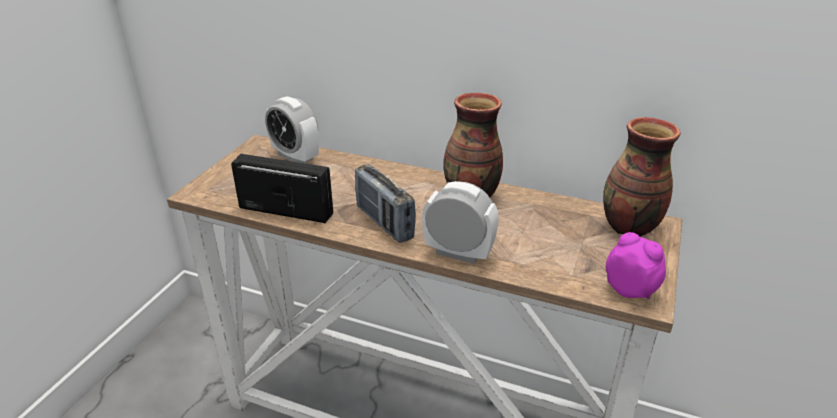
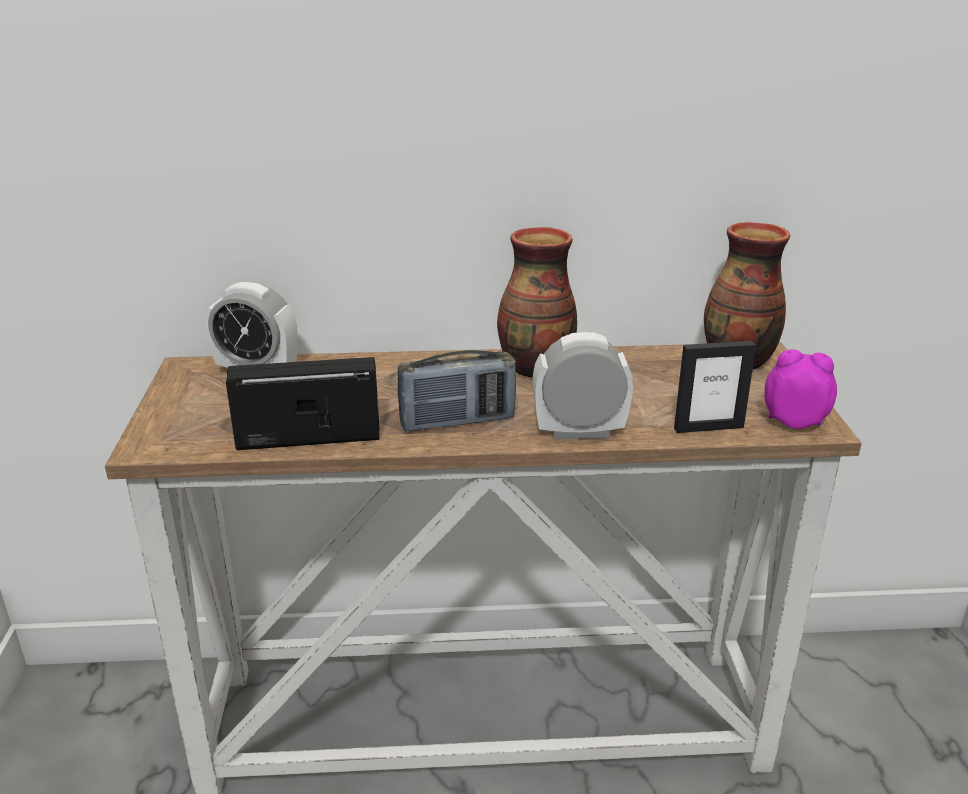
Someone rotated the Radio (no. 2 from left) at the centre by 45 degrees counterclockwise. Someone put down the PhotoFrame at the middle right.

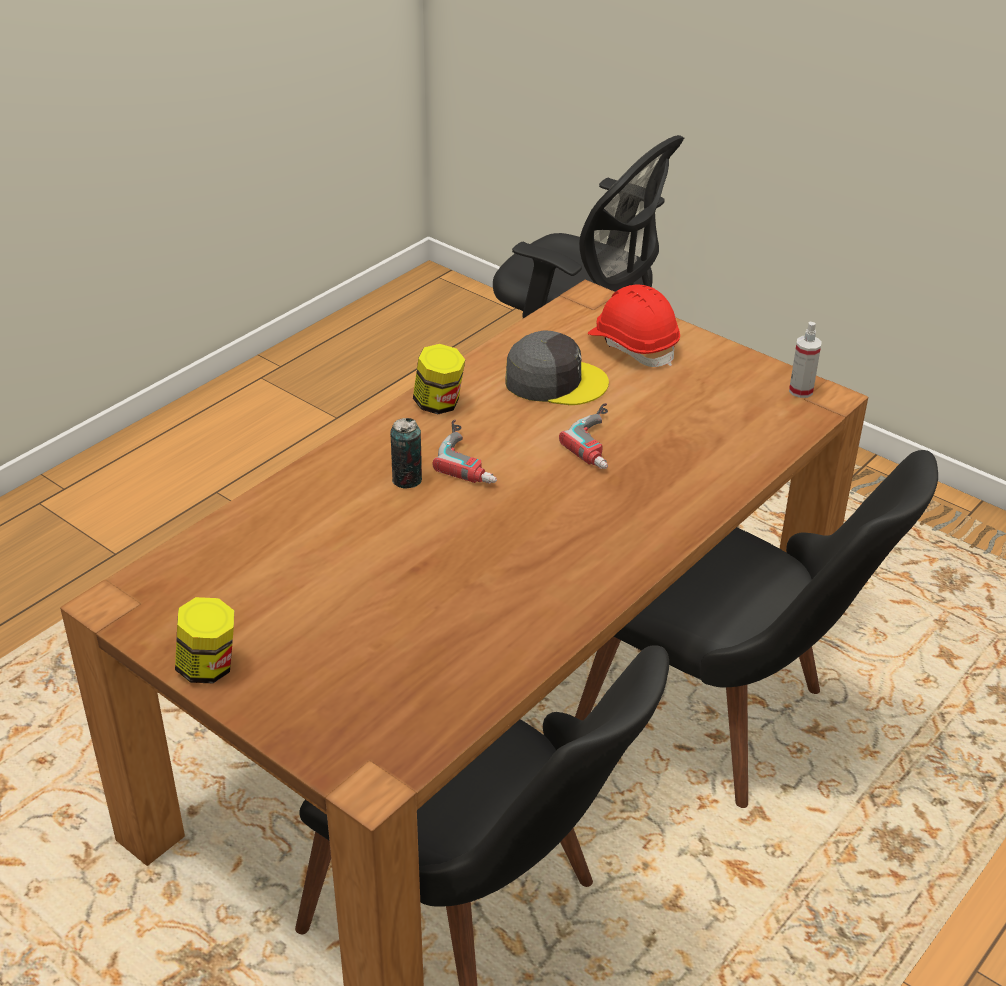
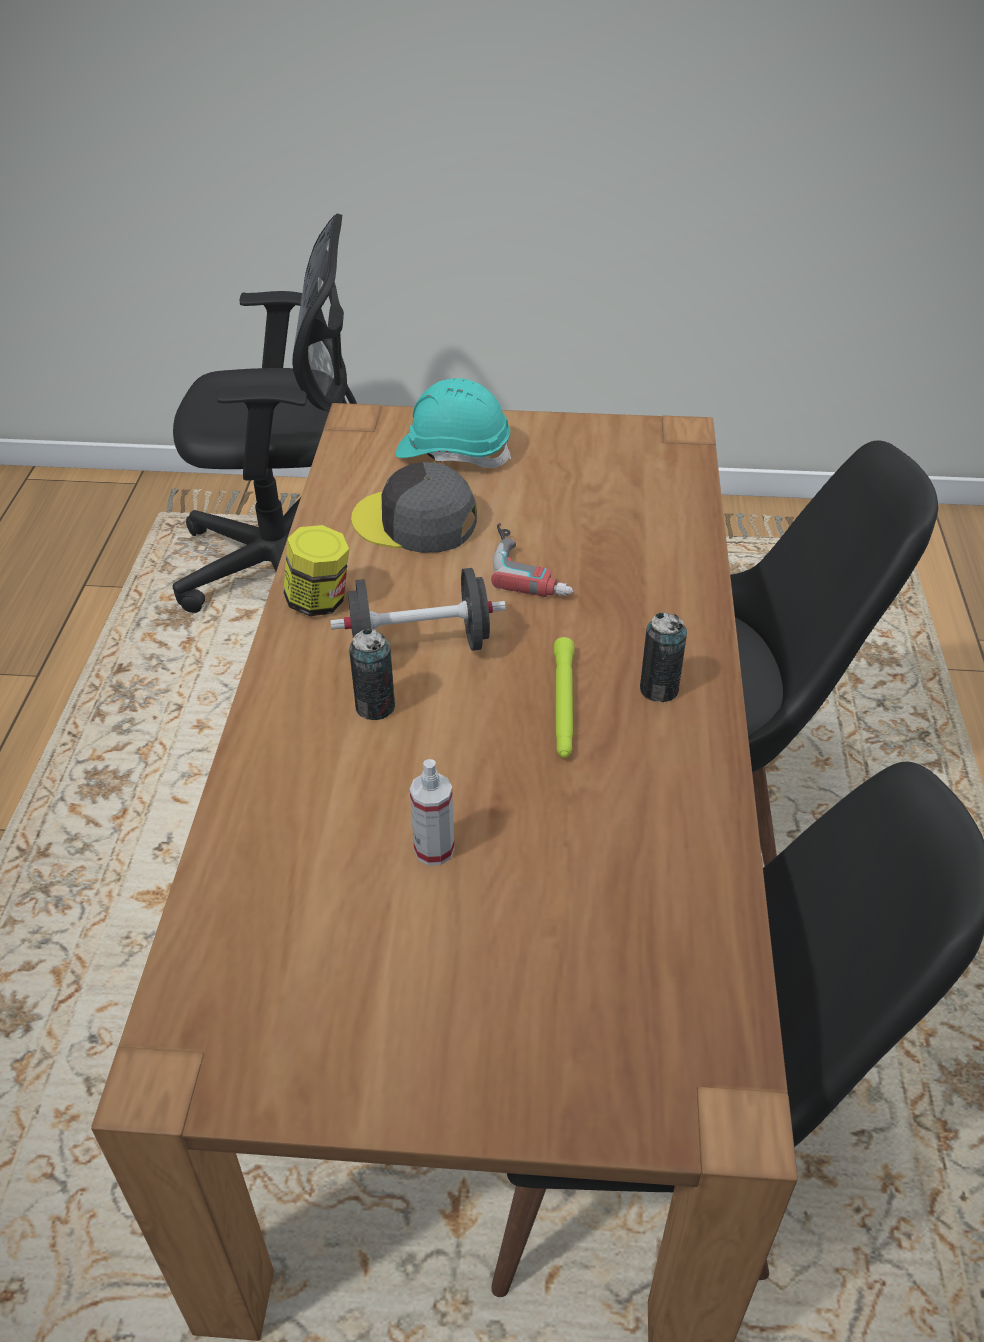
Someone swapped the ElectricDrill (no. 1 from left) at the centre for the BlackHandWeight at the centre. Someone rotated the GreyishBaseballCap at the centre by 135 degrees counterclockwise. Someone repainted the RedColouredHardHat at the top centre, which became the BlueGreenHardHat at the top centre. Someone carried the Sprayer from the middle right to the centre. Someone put down the GreenColouredTorch at the centre. Someone put down the Can (no. 2 from left) at the middle right. Someone took away the PreserveJar (no. 1 from left) at the middle left.

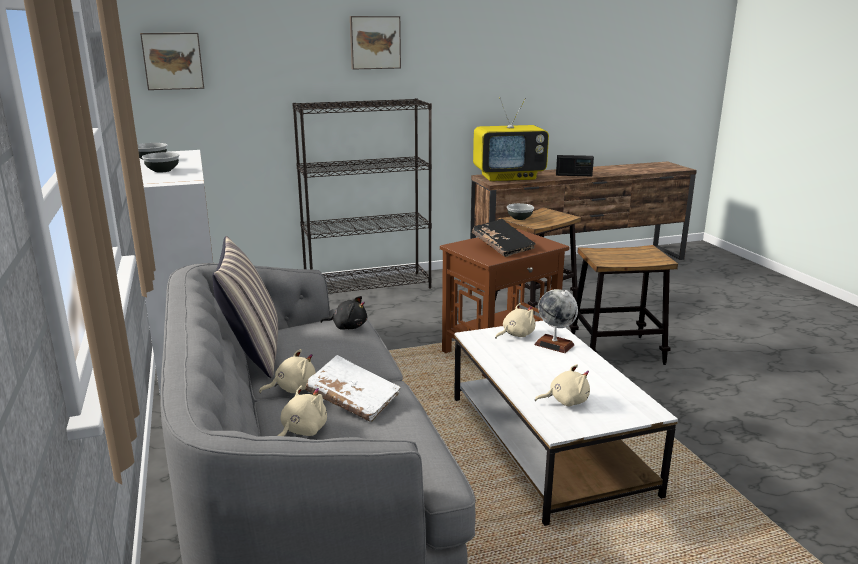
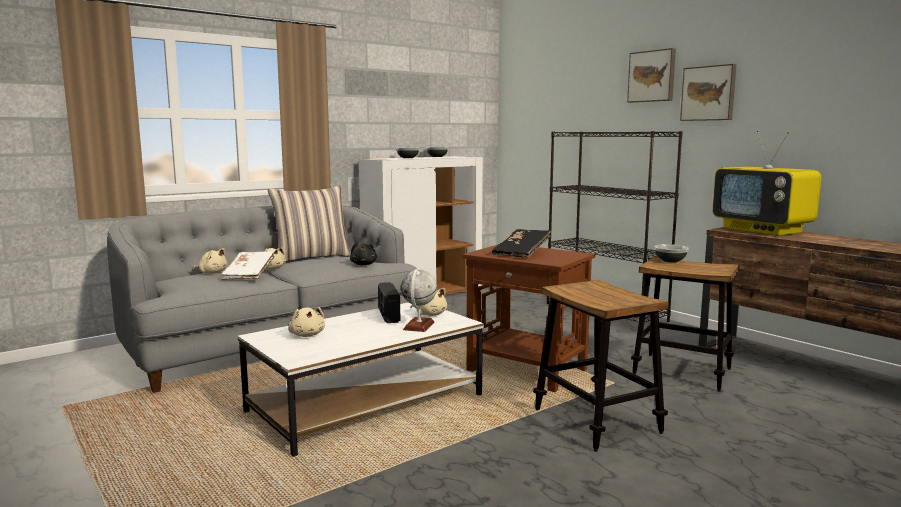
Someone carried the Radio from the top right to the centre. Someone carried the Picture (no. 1 from left in the first image) from the top left to the top right.

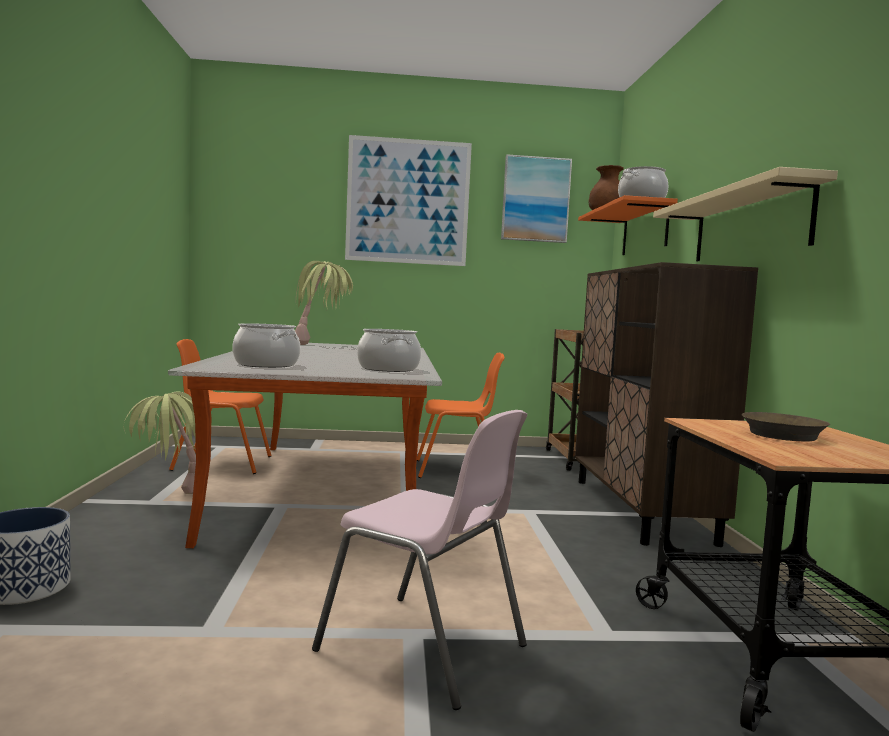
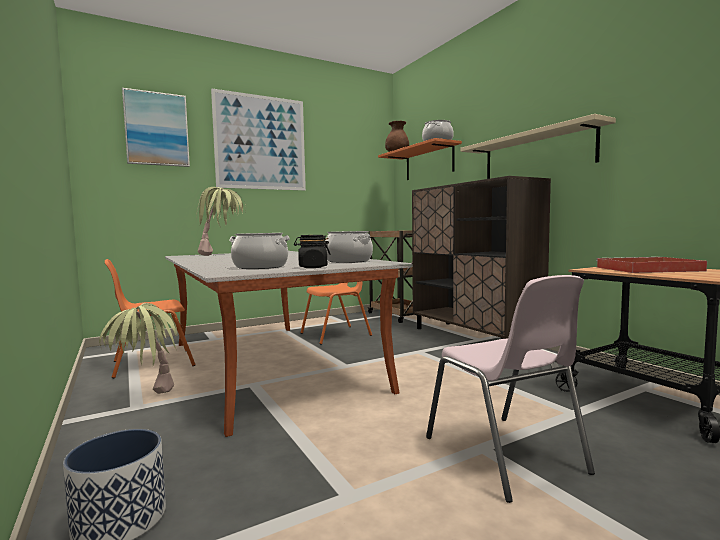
Someone carried the Picture (no. 2 from left in the first image) from the top centre to the top left. Someone put down the BlackPreserveJar at the centre. Someone rotated the PinkishChair at the bottom centre by 60 degrees clockwise. Someone swapped the BrownishSkillet at the middle right for the RedColouredTray at the middle right.

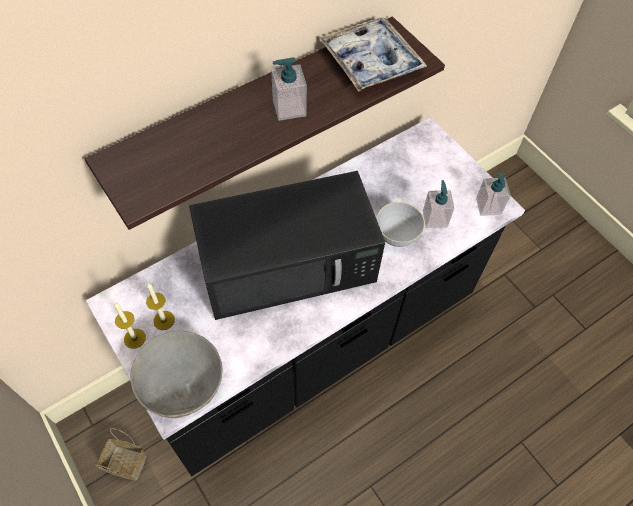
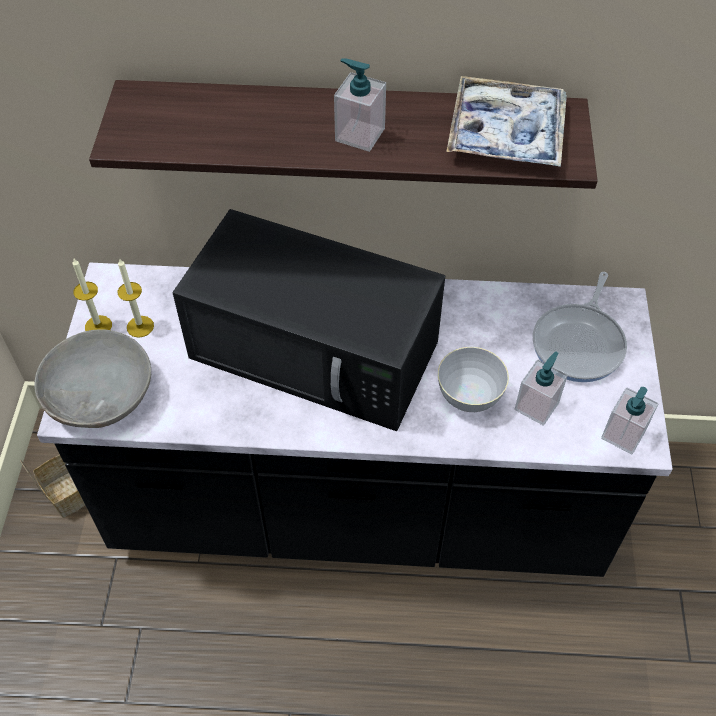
Someone put down the Skillet at the middle right.

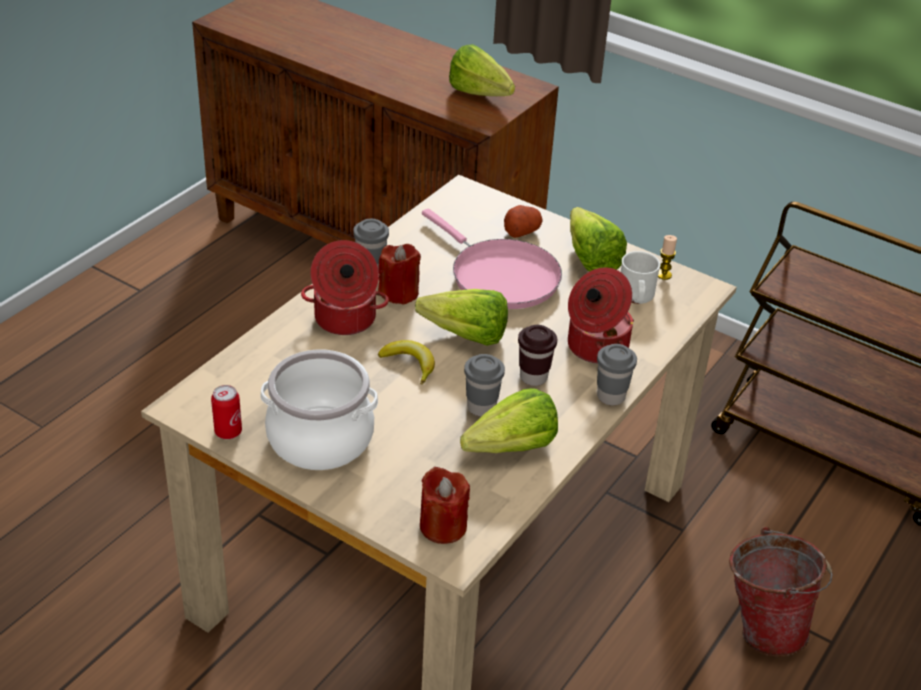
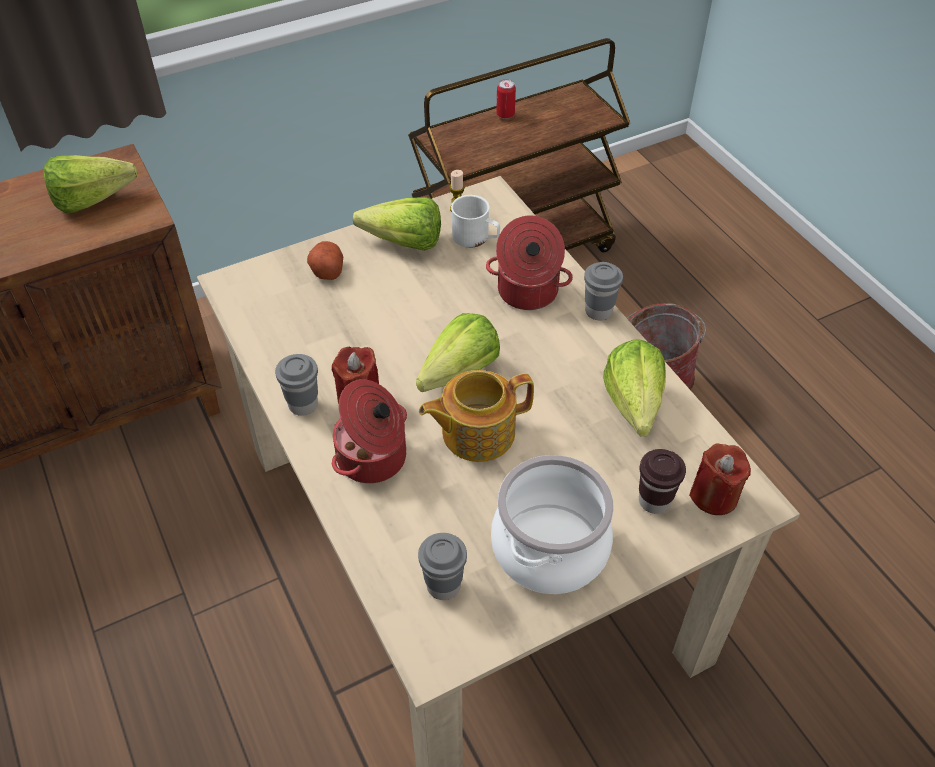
Someone carried the GreyishCup (no. 2 from left) from the centre to the bottom centre. Someone swapped the BananaFruit at the centre for the Teapot at the centre. Someone carried the Can from the middle left to the top centre. Someone carried the BrownishCup from the centre to the middle right. Someone took away the PinkishSkillet at the centre.

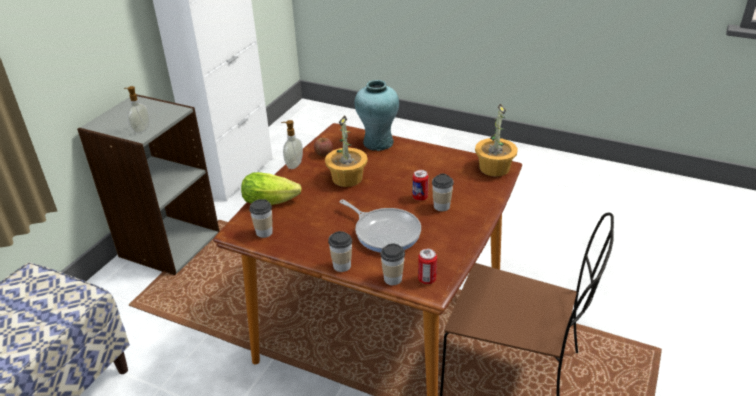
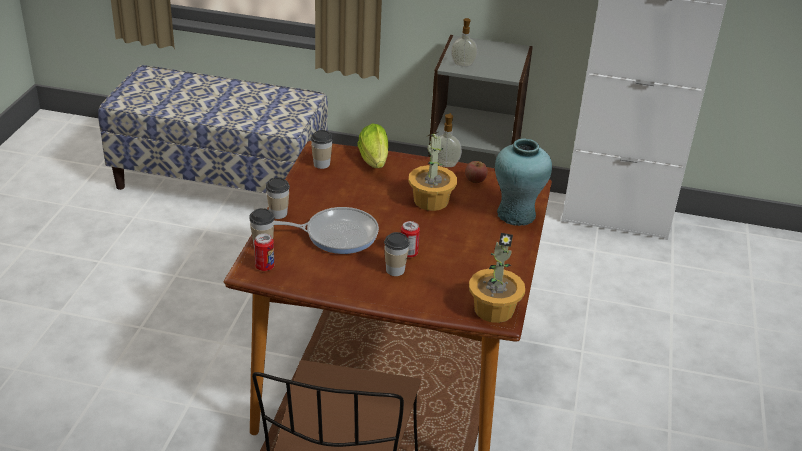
Someone rotated the Skillet at the centre by 120 degrees counterclockwise.

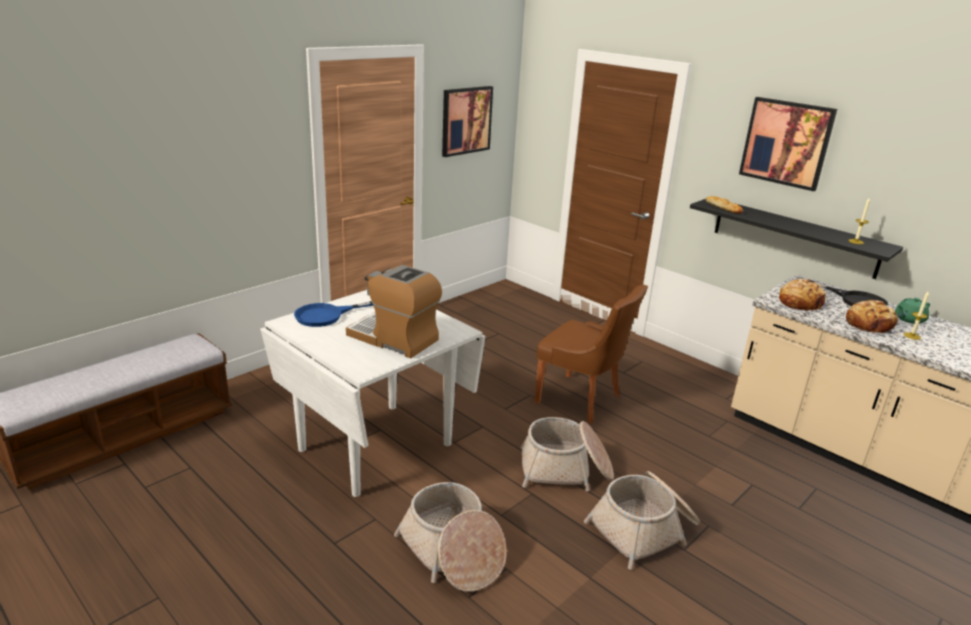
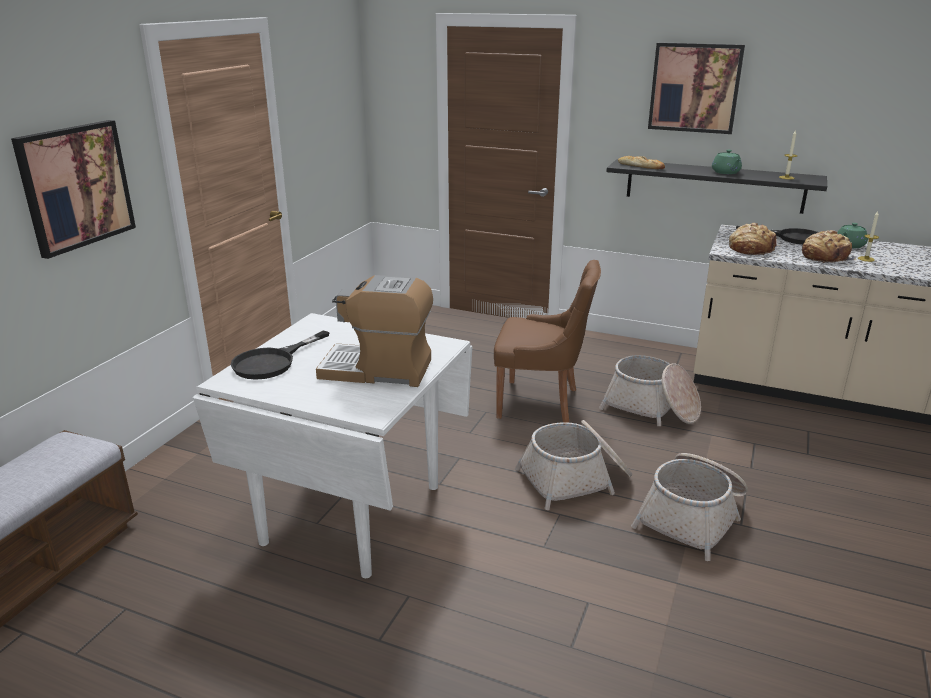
Someone carried the Picture (no. 1 from left) from the top centre to the top left. Someone repainted the BlueSkillet at the centre, which became the BlackSkillet (no. 1 from left) at the middle left. Someone carried the HouseholdBasket (no. 1 from left in the first image) from the bottom centre to the middle right. Someone put down the GreenColouredTeapot (no. 1 from left) at the top right.

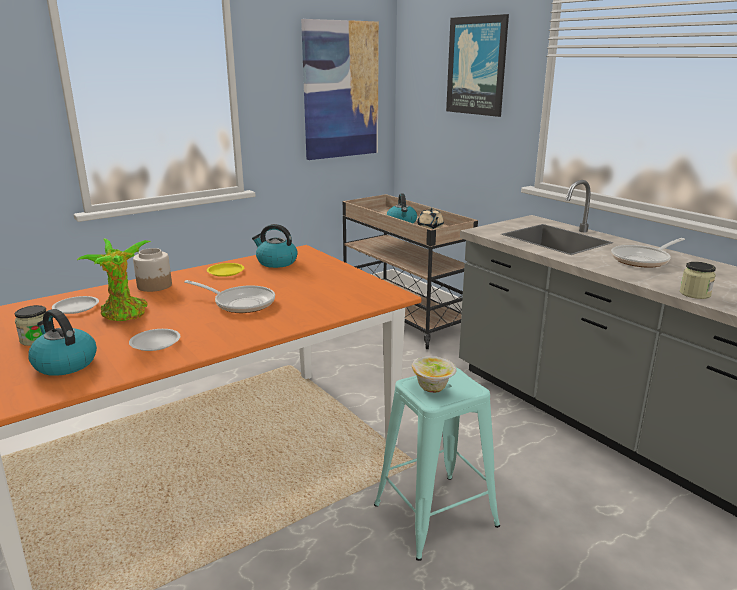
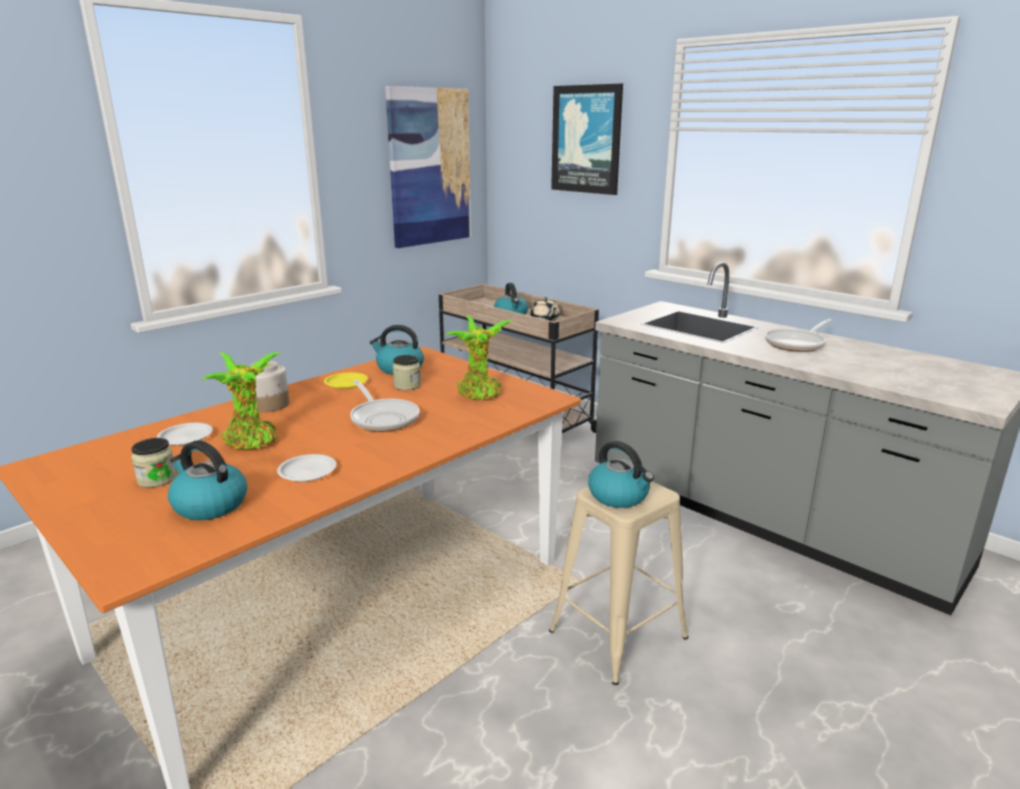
Someone rotated the Skillet (no. 1 from left) at the middle left by 45 degrees clockwise. Someone carried the PreserveJar (no. 3 from left) from the middle right to the centre. Someone put down the PottedPlant (no. 2 from left) at the centre. Someone repainted the BlueGreenSittingStool at the bottom centre, which became the SandColouredSittingStool at the bottom centre. Someone swapped the ServingBowl at the centre for the TeaKettle (no. 4 from left) at the centre.

